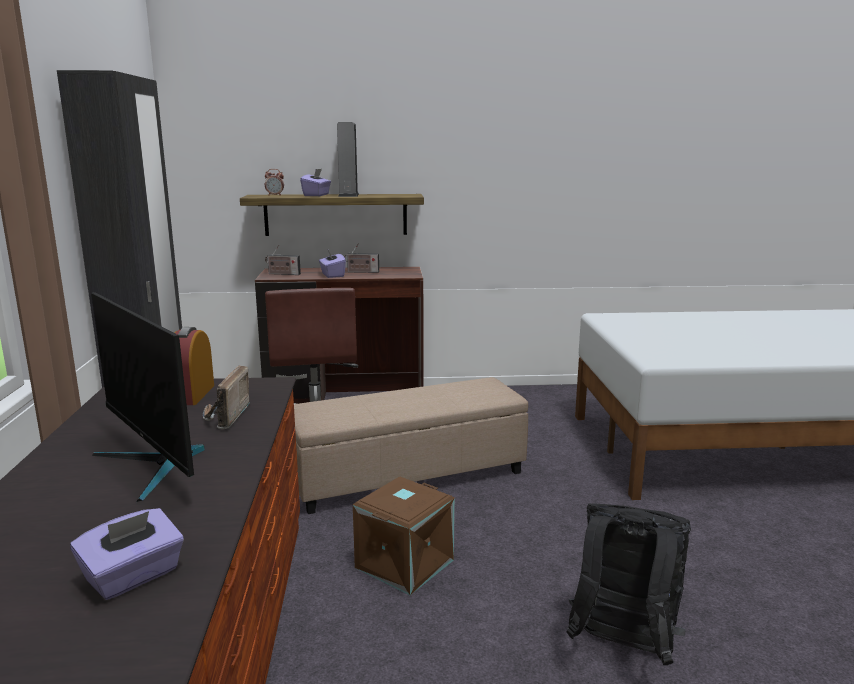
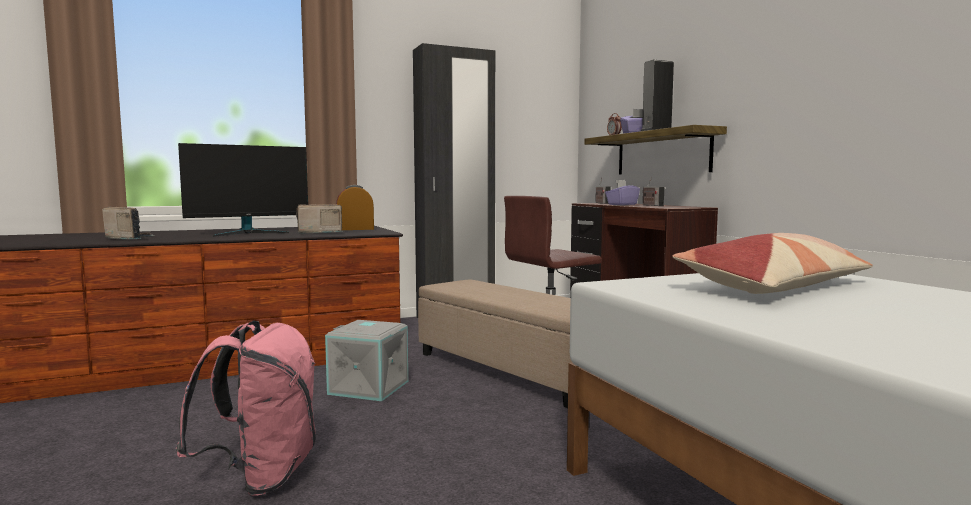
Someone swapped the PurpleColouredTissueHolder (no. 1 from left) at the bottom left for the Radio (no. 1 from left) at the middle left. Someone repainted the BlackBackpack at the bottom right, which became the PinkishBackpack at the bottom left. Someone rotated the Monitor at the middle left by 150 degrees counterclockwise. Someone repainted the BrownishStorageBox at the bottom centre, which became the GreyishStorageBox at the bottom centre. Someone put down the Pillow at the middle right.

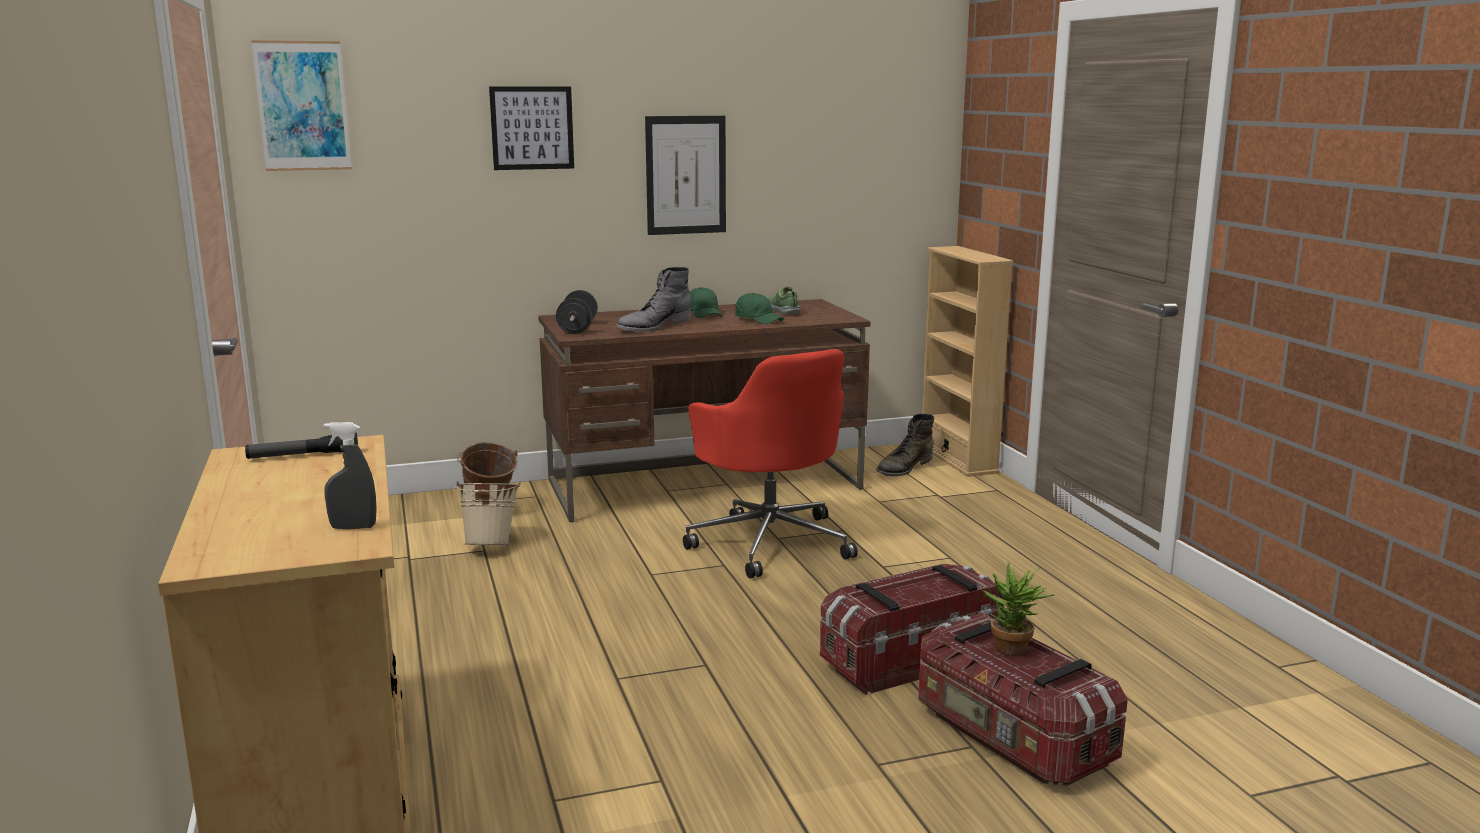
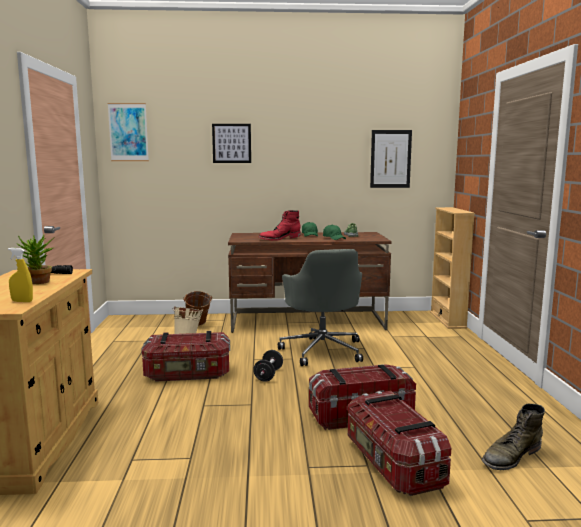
Someone repainted the GreyishSprayer at the middle left, which became the YellowSprayer at the middle left. Someone carried the PottedPlant from the bottom right to the middle left. Someone put down the StorageBox (no. 1 from left) at the bottom left. Someone carried the BlackHandWeight from the centre to the bottom centre. Someone repainted the GreyishTallBoot at the centre, which became the RedColouredTallBoot at the centre. Someone repainted the RedColouredOfficeChair at the centre, which became the GreyishOfficeChair at the centre. Someone carried the Picture (no. 3 from left) from the top centre to the top right. Someone carried the GreenColouredTallBoot from the centre to the bottom right.

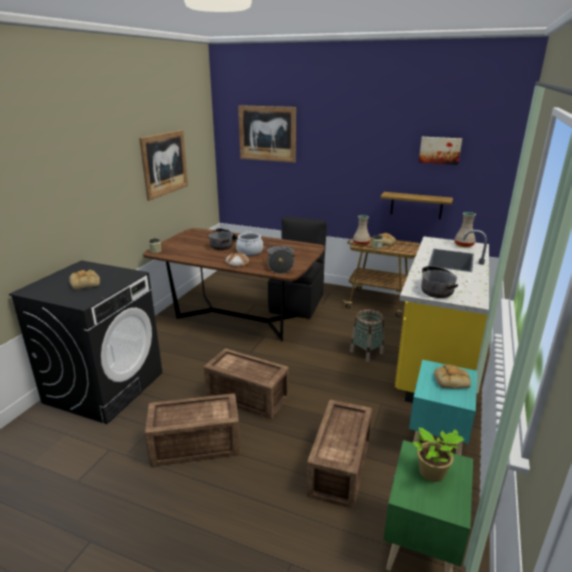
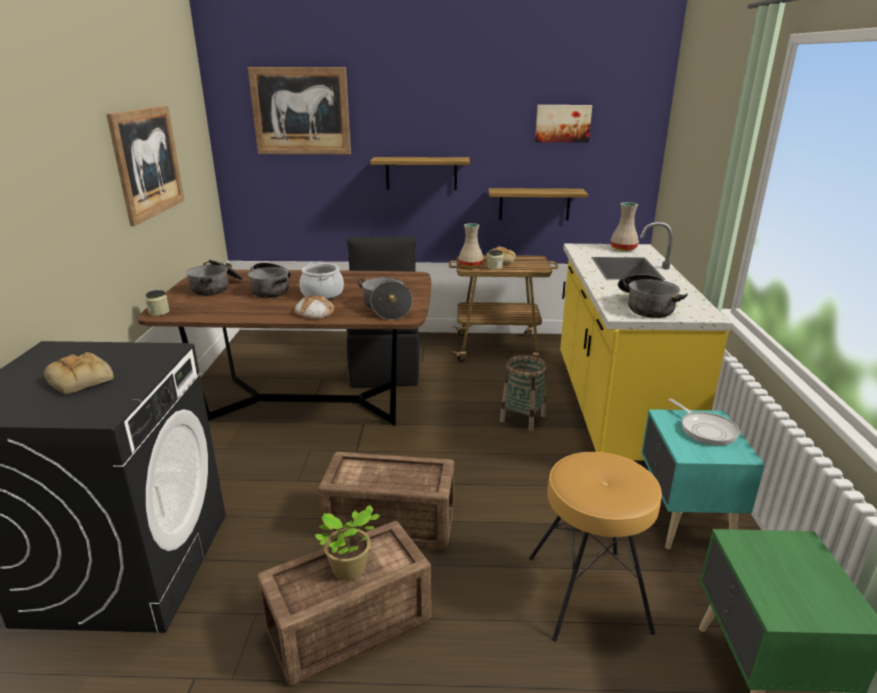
Someone put down the CookingPot (no. 1 from left) at the middle left. Someone carried the PottedPlant from the bottom right to the bottom centre. Someone put up the BracketShelf (no. 1 from left) at the top centre. Someone swapped the PackingCrate (no. 3 from left) at the bottom centre for the BrownishSittingStool at the bottom right. Someone swapped the BakeryBread (no. 4 from left) at the middle right for the Skillet at the middle right.

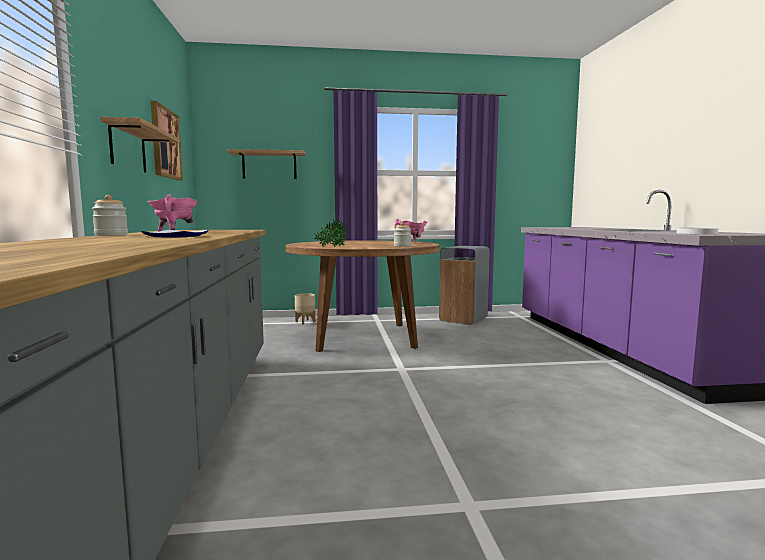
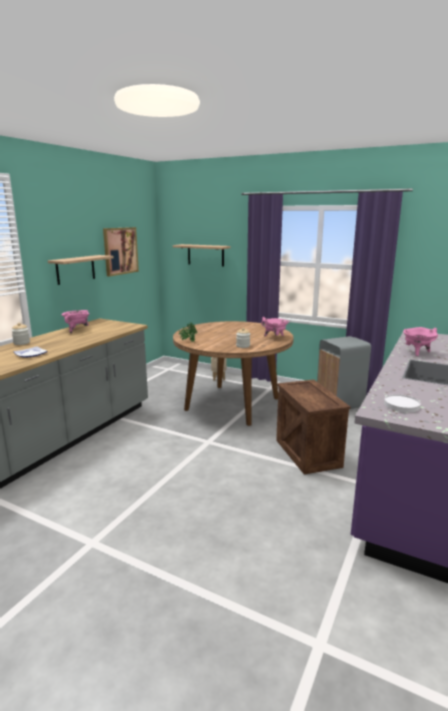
Someone put down the PackingCrate at the middle right. Someone put down the PinkishCookingPot (no. 3 from left) at the middle right.

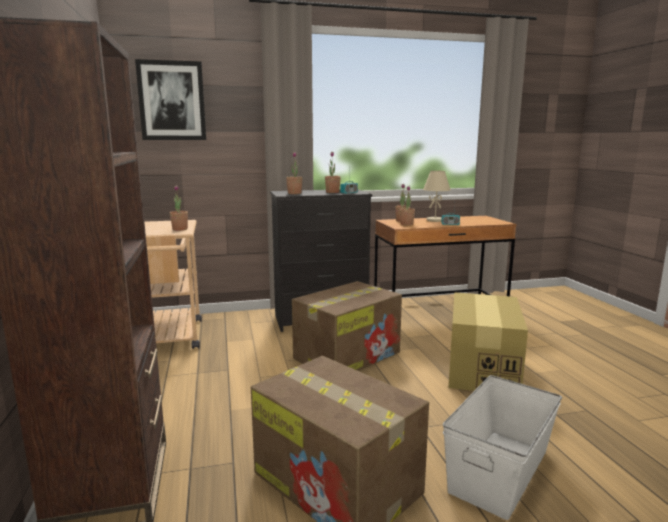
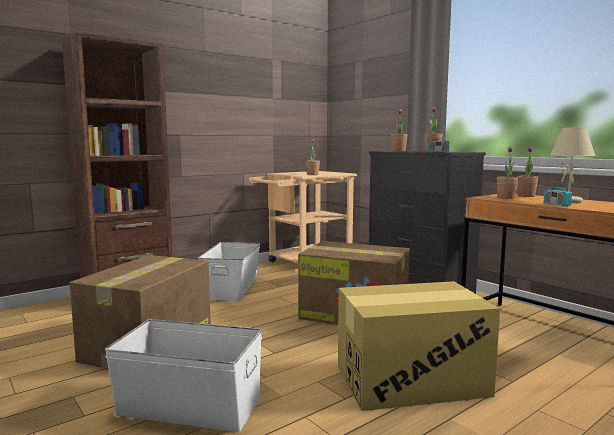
Someone put down the WhiteColouredStorageBox (no. 2 from left) at the centre. Someone took away the Picture at the top left.

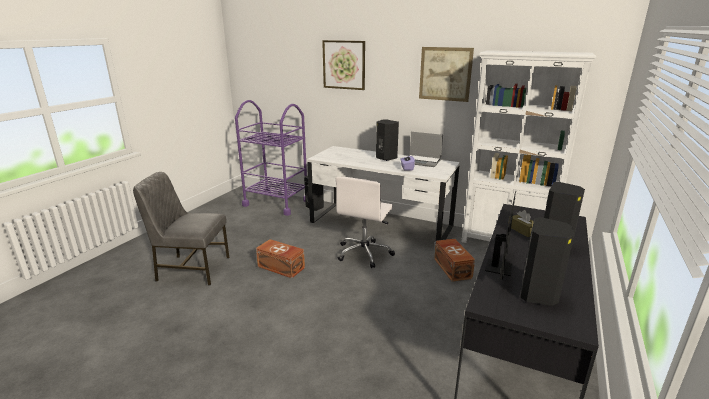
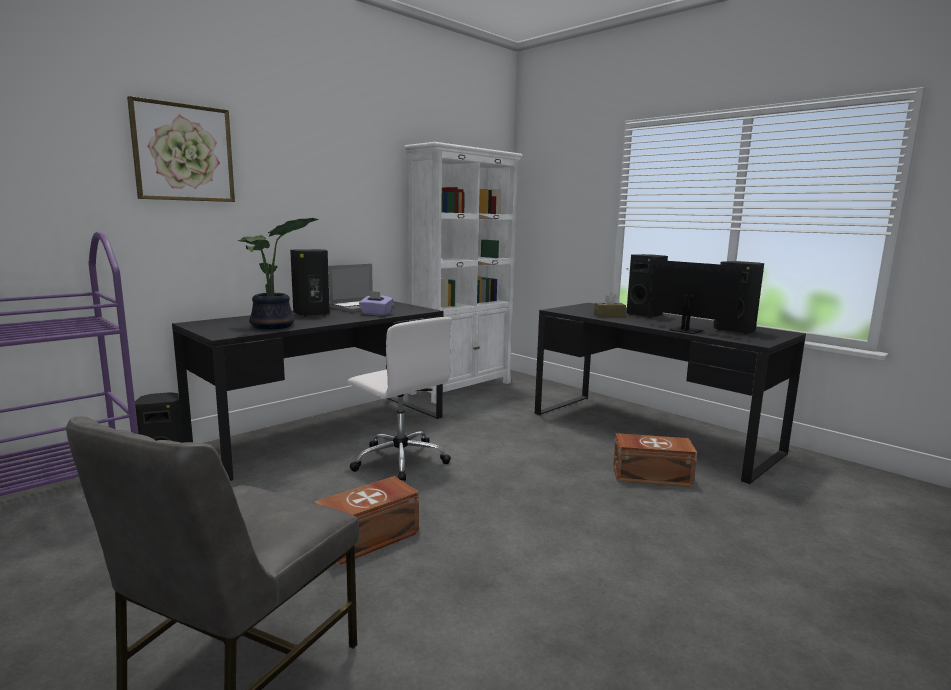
Someone repainted the WhiteColouredDeskTable at the centre, which became the BlackDeskTable (no. 1 from left) at the middle left. Someone put down the PottedPlant at the middle left. Someone carried the BrownishStorageBox (no. 2 from left) from the centre to the bottom right. Someone took away the Picture (no. 2 from left) at the top centre.

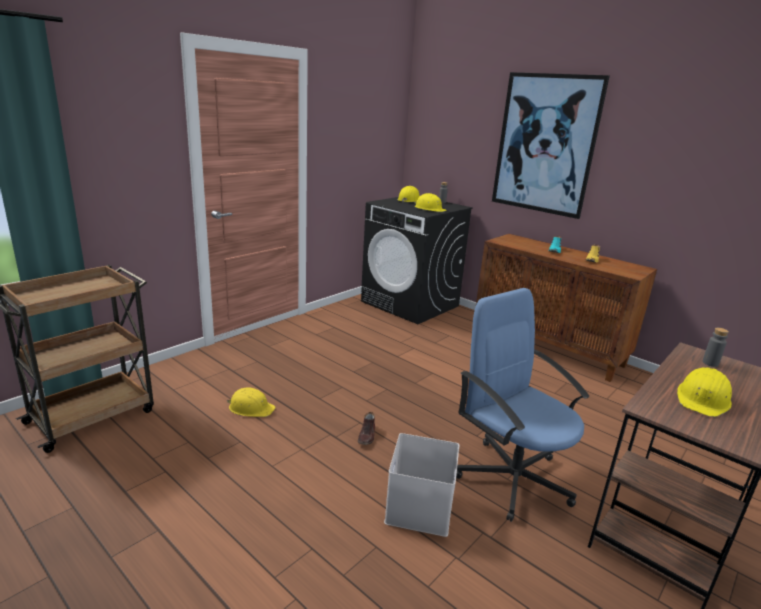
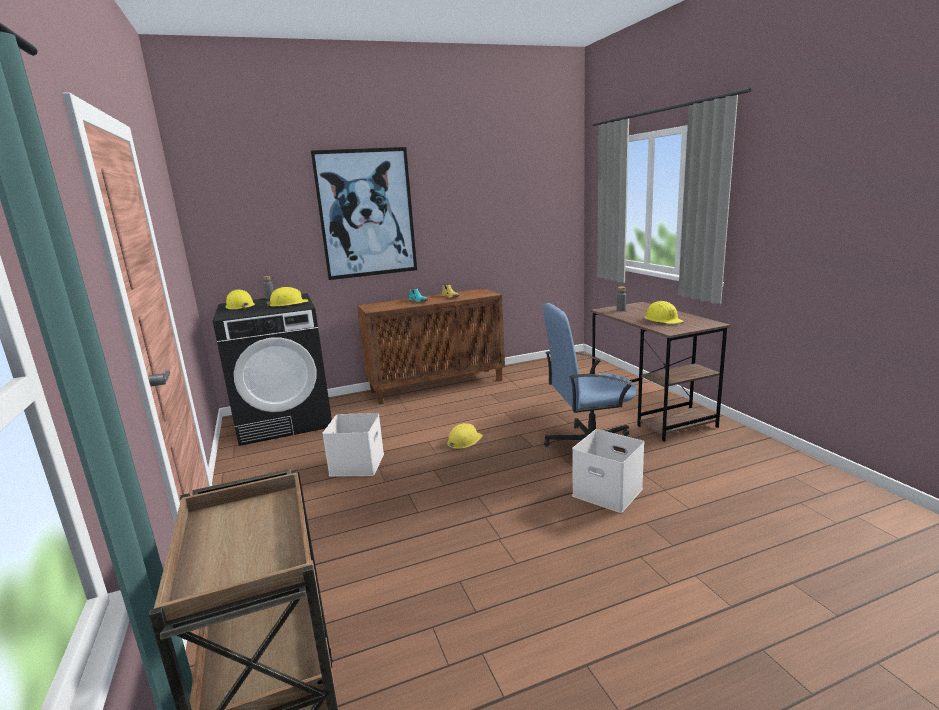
Someone put down the WhiteColouredStorageBox (no. 1 from left) at the centre. Someone carried the YellowHardHat (no. 1 from left in the first image) from the middle left to the centre. Someone took away the BrownishItemOfFootwear at the bottom centre.

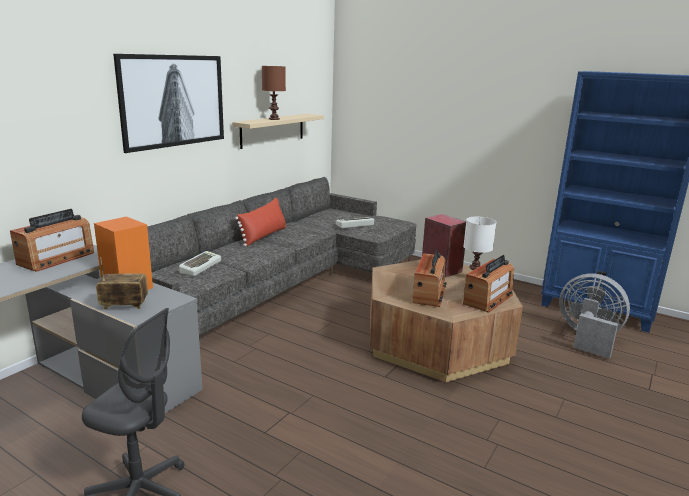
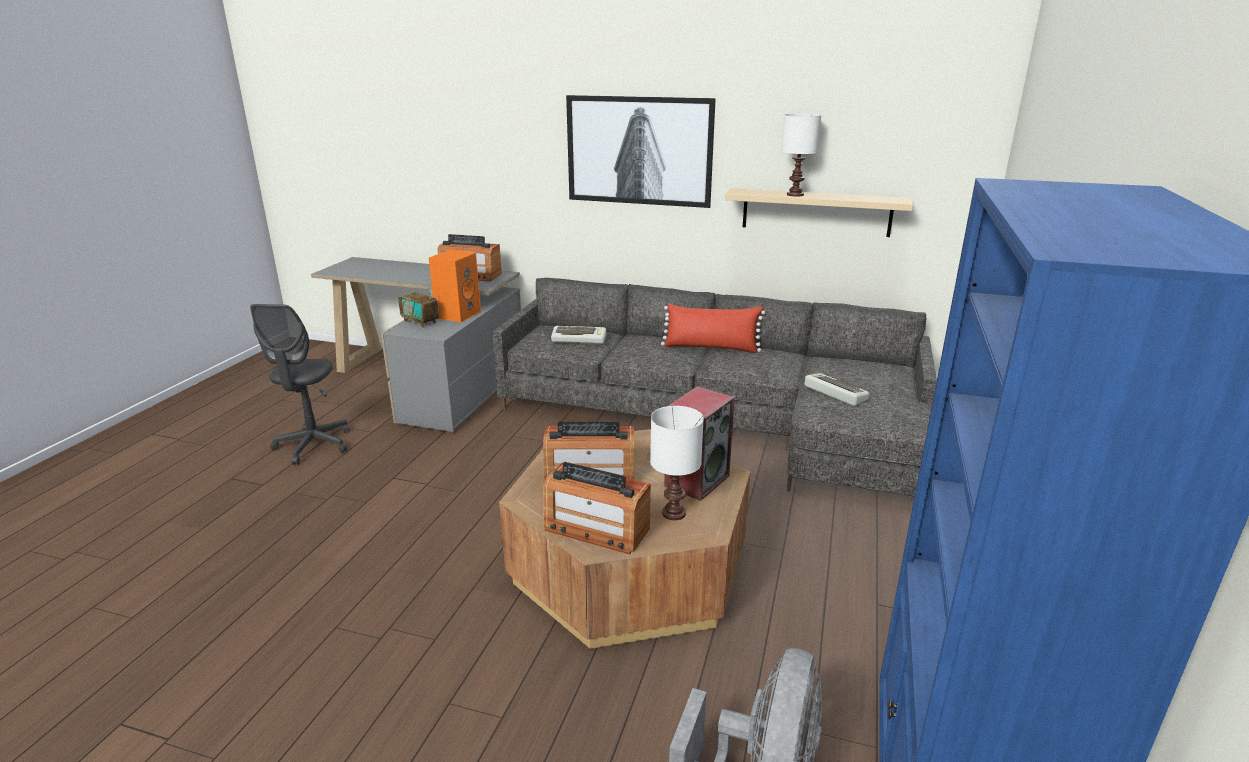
Someone rotated the Radio (no. 2 from left in the first image) at the middle left by 150 degrees clockwise. Someone repainted the BrownishTabletopLamp at the top centre, which became the WhiteColouredTabletopLamp (no. 2 from left) at the top centre.

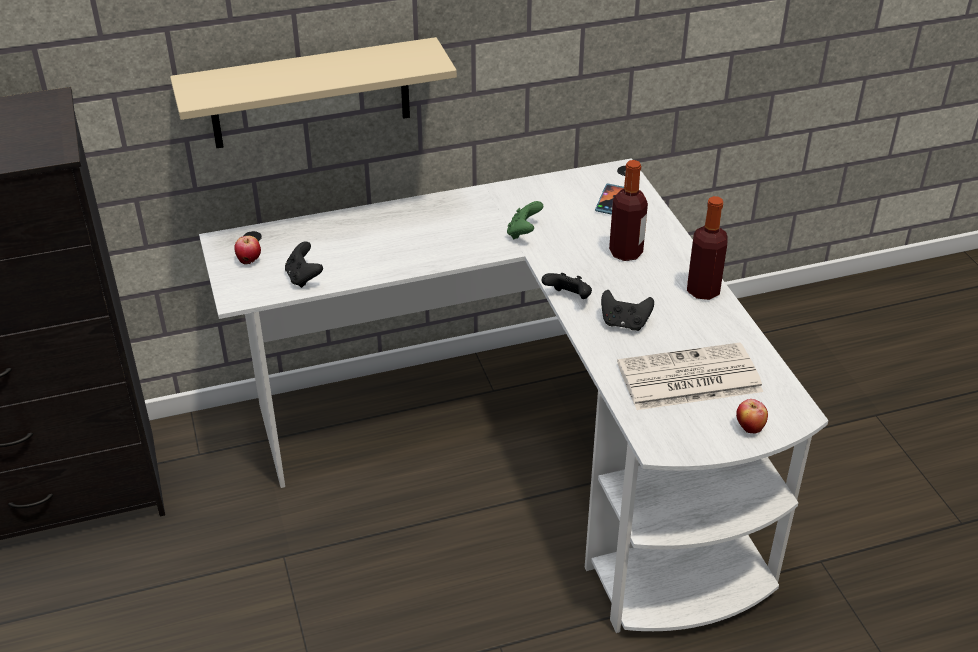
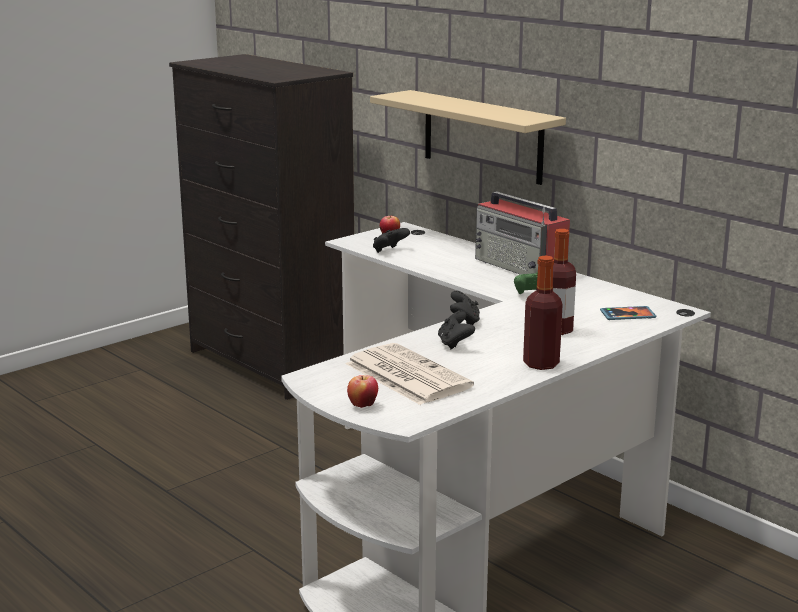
Someone put down the Radio at the centre.

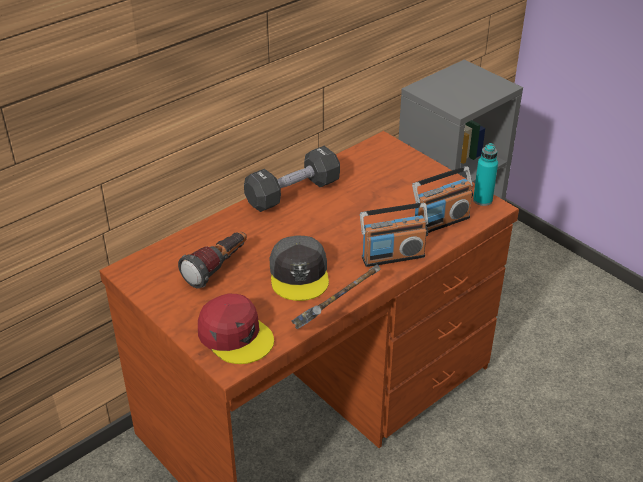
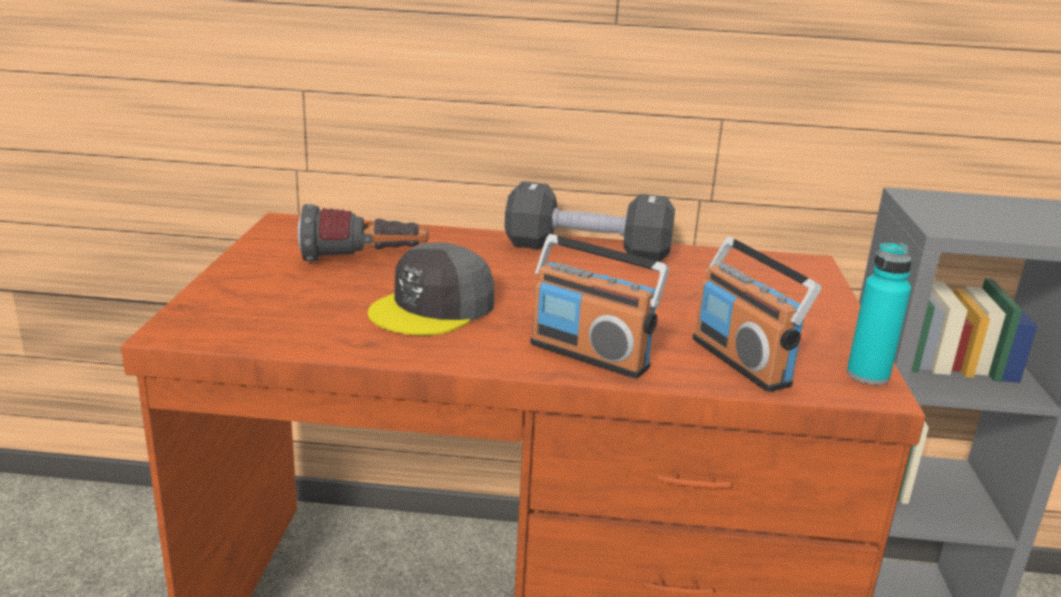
Someone rotated the Radio (no. 2 from left) at the middle right by 45 degrees clockwise. Someone took away the RedColouredBaseballCap at the bottom centre. Someone took away the ToolHammer at the centre.

